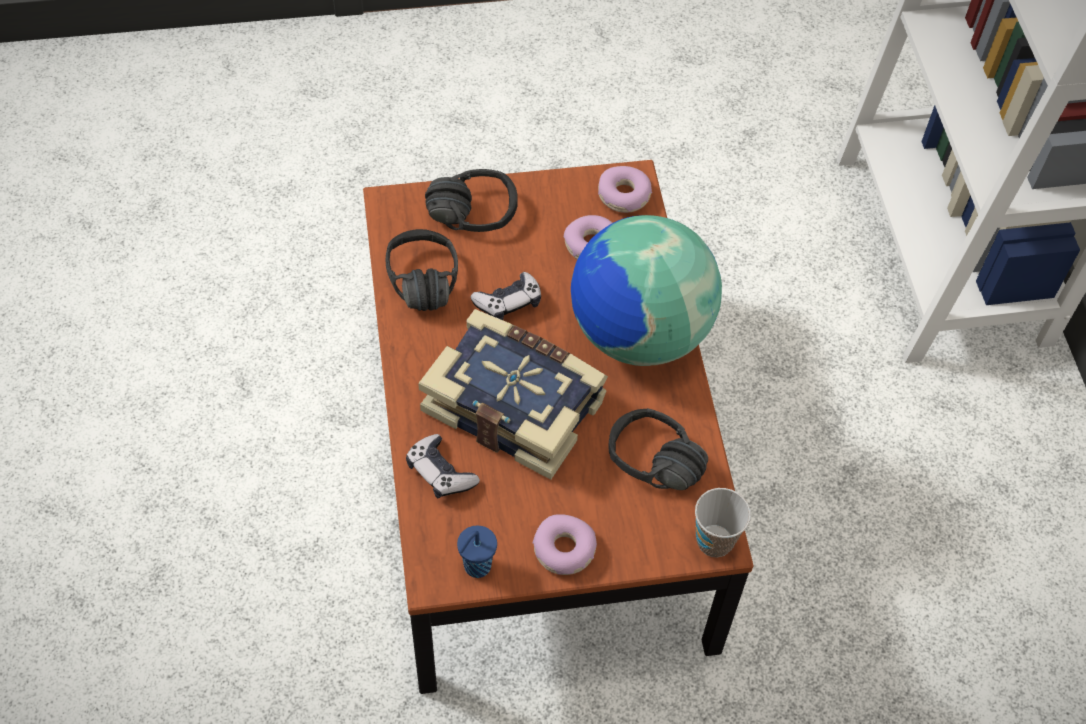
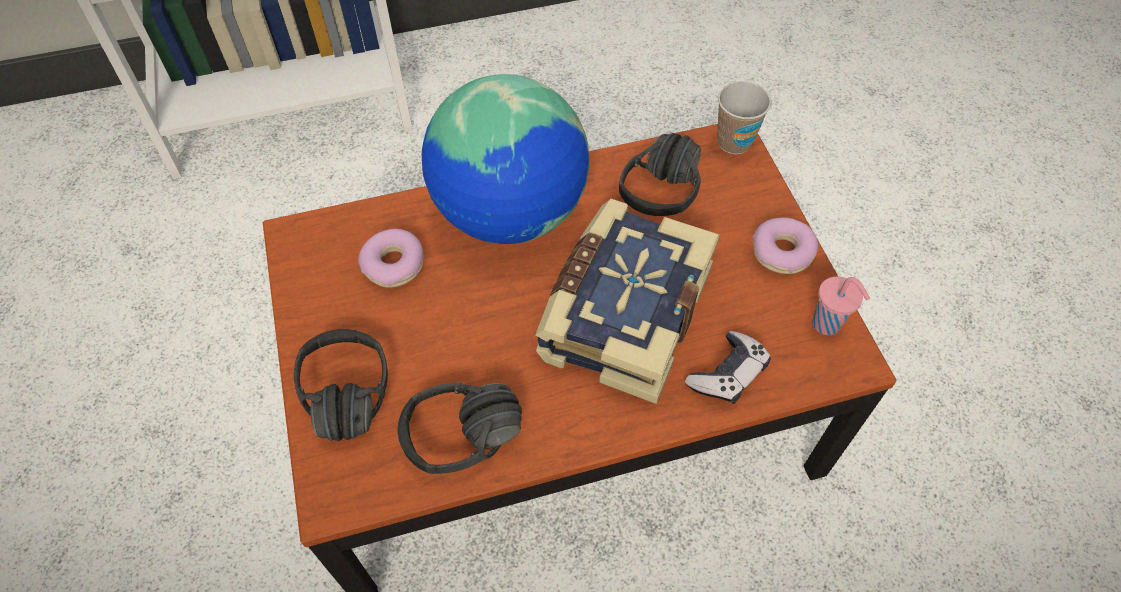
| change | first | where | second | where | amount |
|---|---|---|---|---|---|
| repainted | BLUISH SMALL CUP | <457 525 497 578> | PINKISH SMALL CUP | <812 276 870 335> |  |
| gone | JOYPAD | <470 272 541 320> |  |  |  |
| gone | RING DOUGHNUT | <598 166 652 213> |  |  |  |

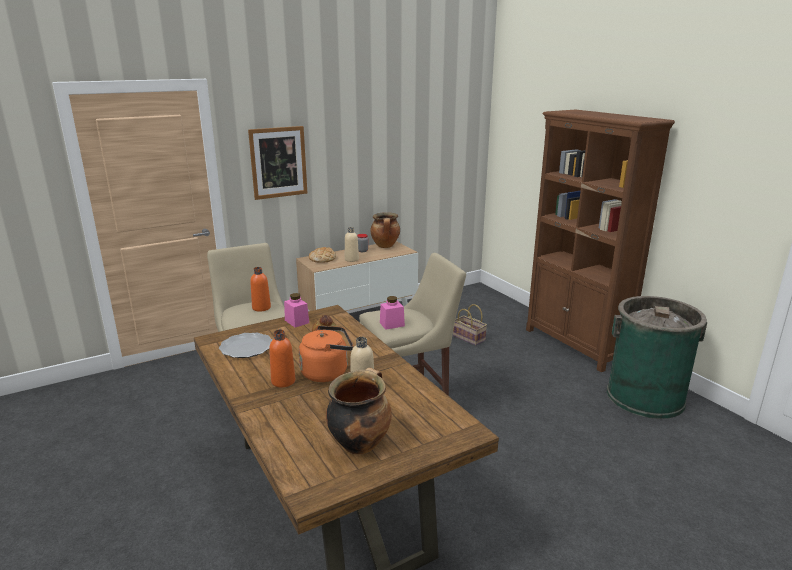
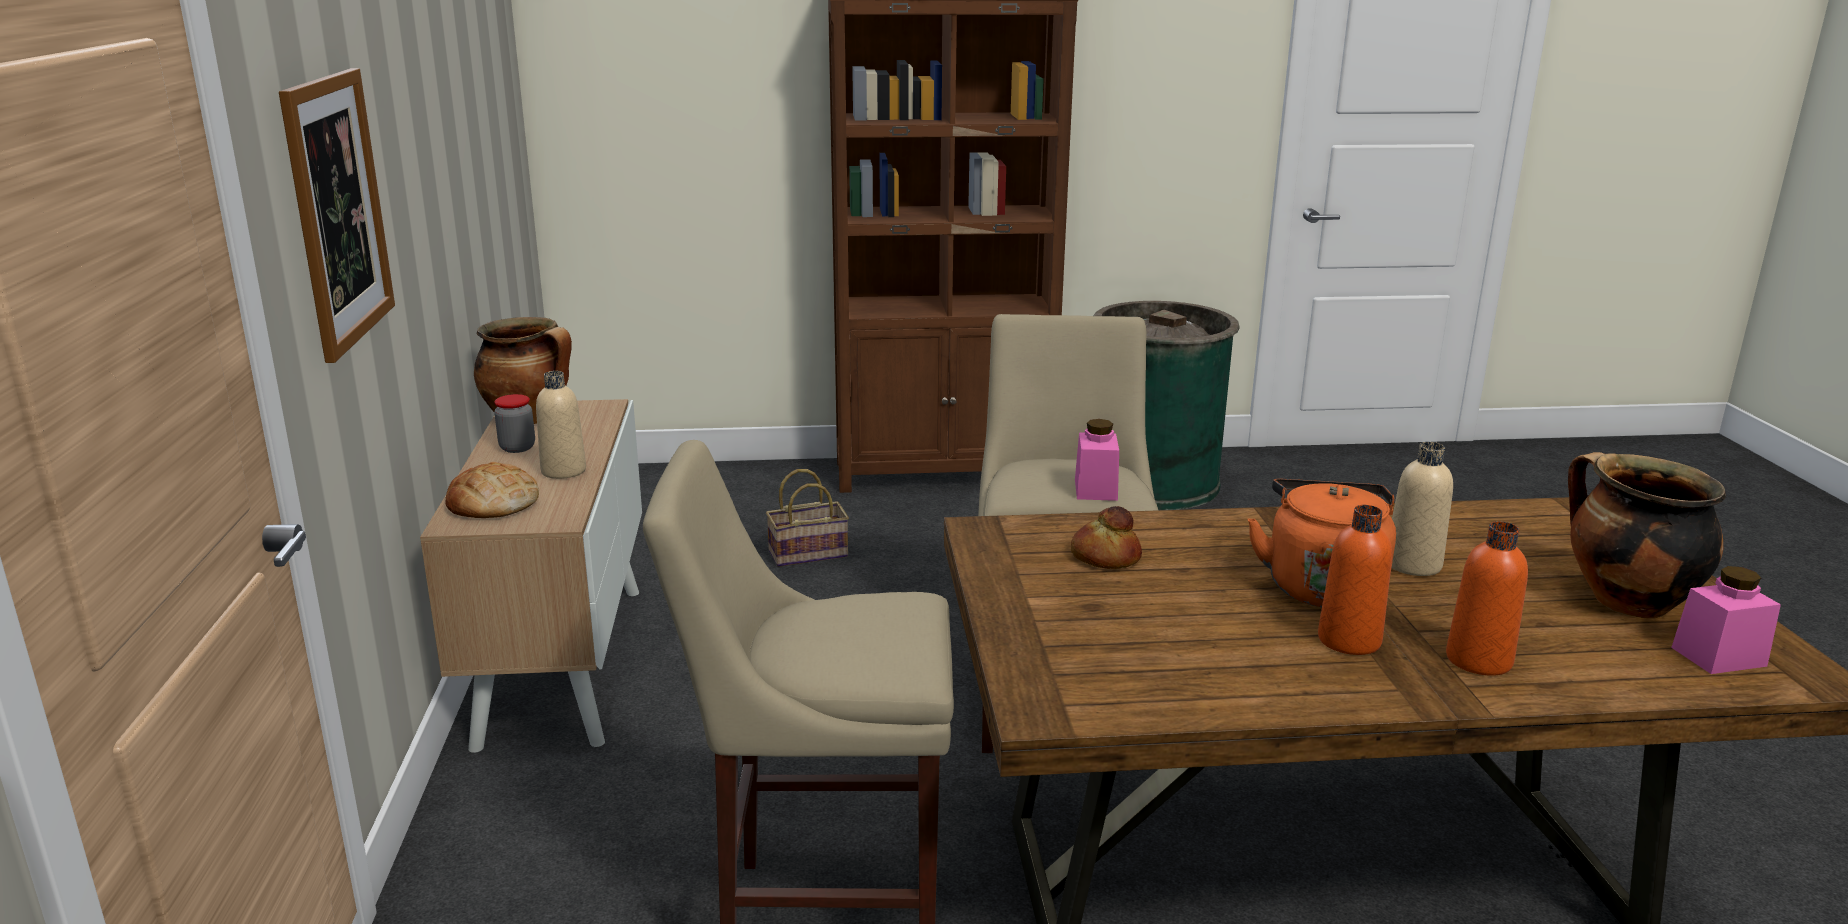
| change | first | where | second | where | amount |
|---|---|---|---|---|---|
| shifted | ORANGEY BEVERAGE BOTTLE | <250 267 271 312> |  | <1446 521 1528 676> |  |
| shifted | PINKISH STORAGE JAR | <284 293 309 327> |  | <1671 566 1781 674> |  |
| gone | PLATE | <219 333 272 358> |  |  |  |

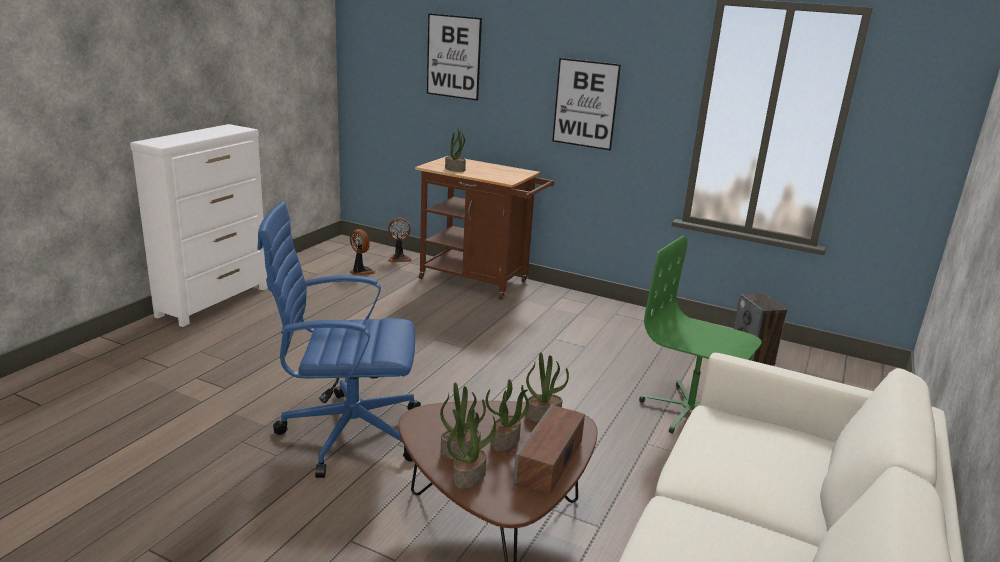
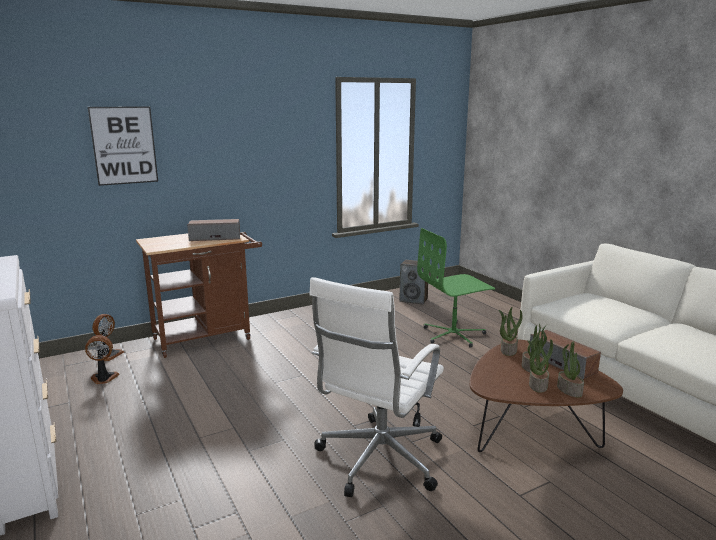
| change | first | where | second | where | amount |
|---|---|---|---|---|---|
| new |  |  | LOUDSPEAKER | <187 219 240 241> |  |
| repainted | BLUISH OFFICE CHAIR | <257 201 421 478> | WHITISH OFFICE CHAIR | <309 277 444 497> |  |
| gone | HOUSEPLANT | <445 129 466 172> |  |  |  |
| gone | WALL ART | <552 58 621 150> |  |  |  |

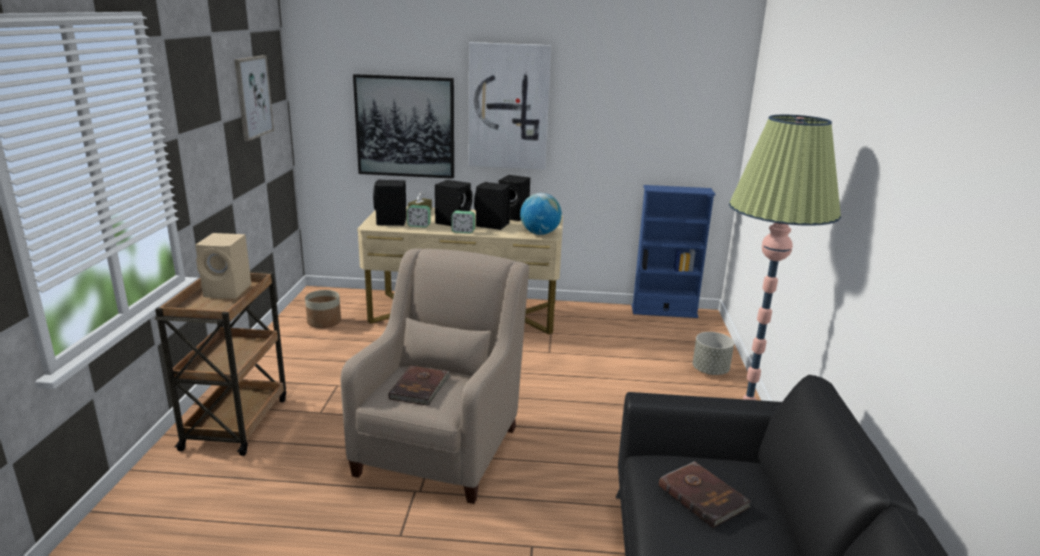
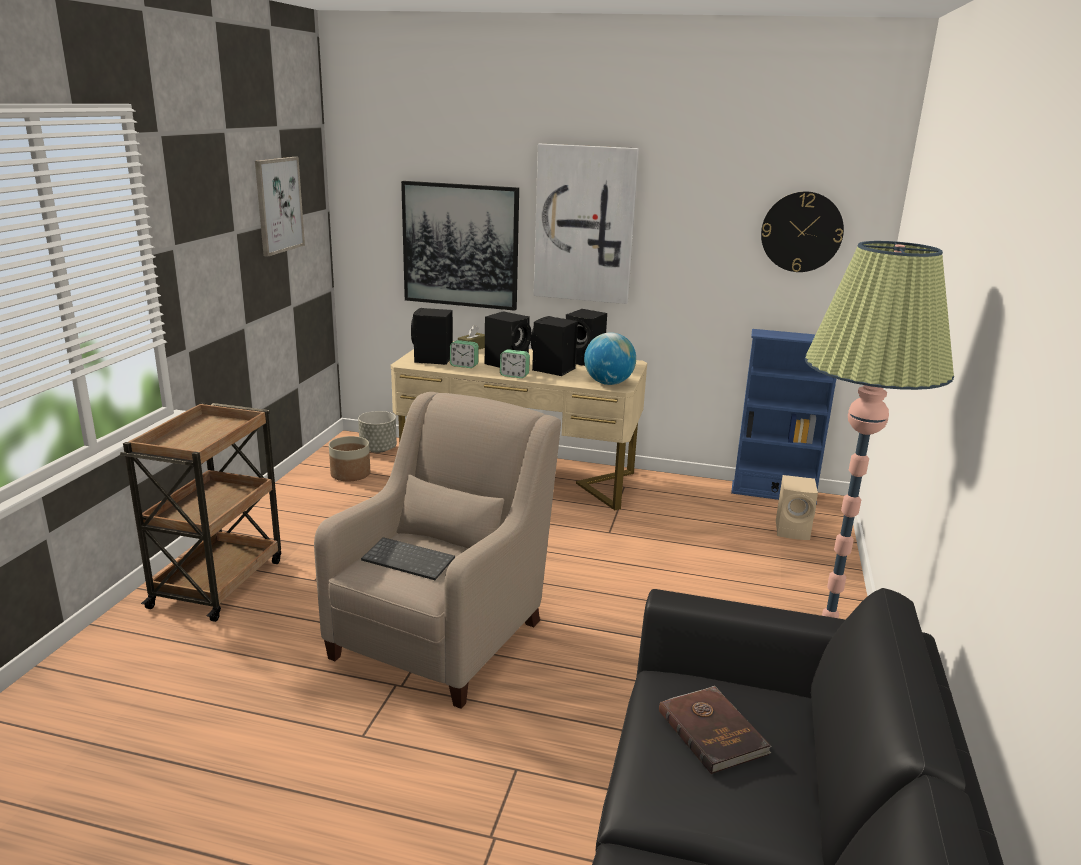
| change | first | where | second | where | amount |
|---|---|---|---|---|---|
| shifted | GREYISH PLANT POT | <693 332 734 375> |  | <358 411 397 453> |  |
| swapped | BROWNISH VOLUME | <388 366 451 406> | COMPUTER KEYBOARD | <361 537 455 580> |  |
| new |  |  | WALL CLOCK | <761 192 844 272> |  |
| shifted | BEIGE-COLOURED LOUDSPEAKER | <195 233 251 299> |  | <776 475 818 540> |  |

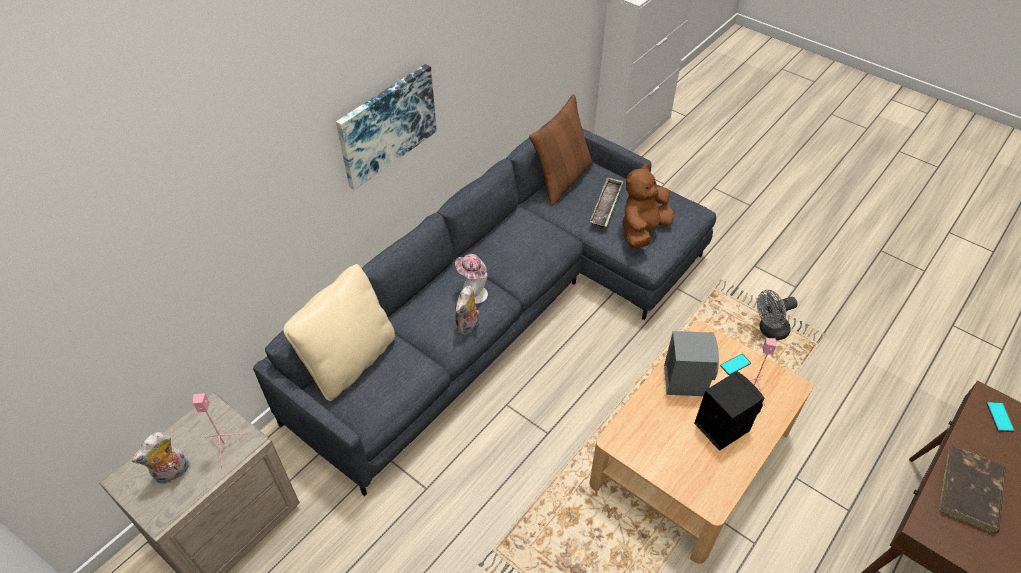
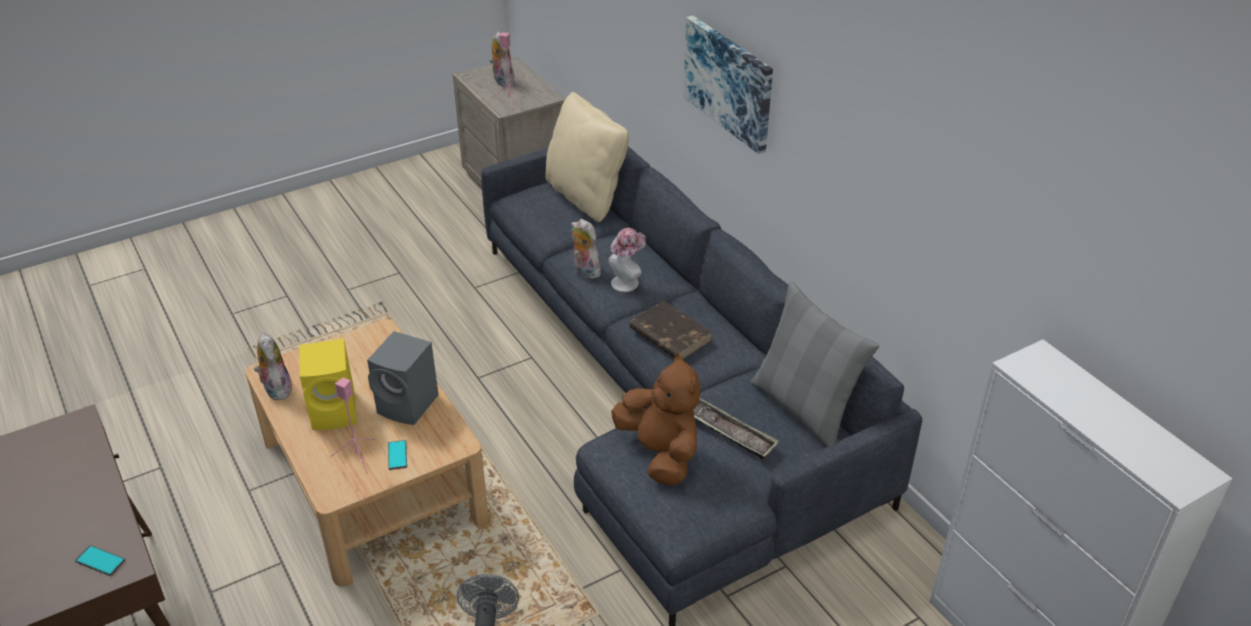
| change | first | where | second | where | amount |
|---|---|---|---|---|---|
| new |  |  | SOFT TOY | <254 333 293 400> |  |
| repainted | BLACKISH LOUDSPEAKER | <694 371 764 451> | YELLOW LOUDSPEAKER | <299 339 357 430> |  |
| shifted | BROWNISH VOLUME | <938 446 1006 533> |  | <629 301 713 359> |  |
| repainted | BROWNISH PILLOW | <529 94 593 206> | GREYISH PILLOW | <751 281 879 447> |  |

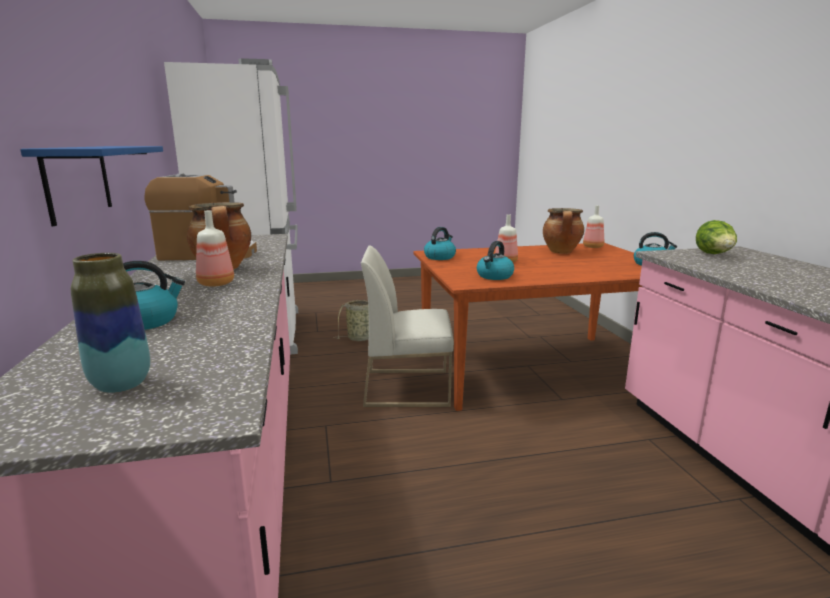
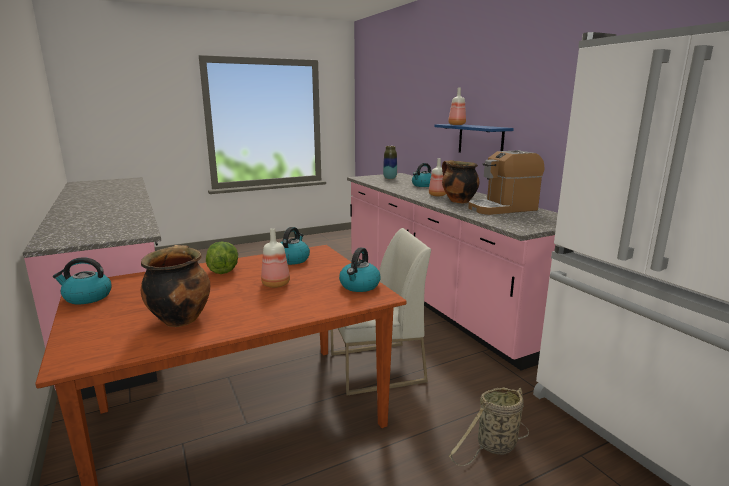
| change | first | where | second | where | amount |
|---|---|---|---|---|---|
| shifted | LETTUCE HEAD | <696 220 737 254> |  | <206 241 238 274> |  |
| shifted | BEVERAGE BOTTLE | <583 205 604 248> |  | <448 87 466 125> |  |

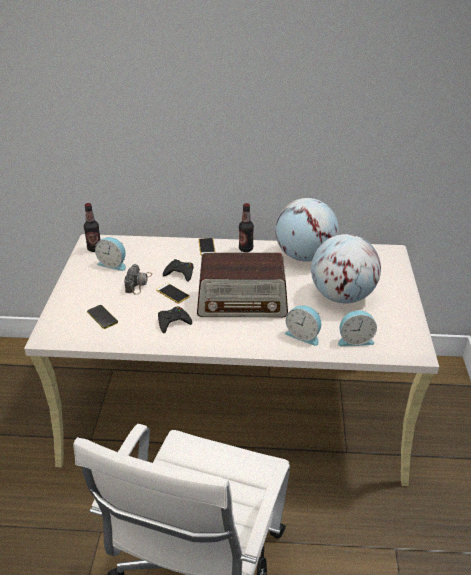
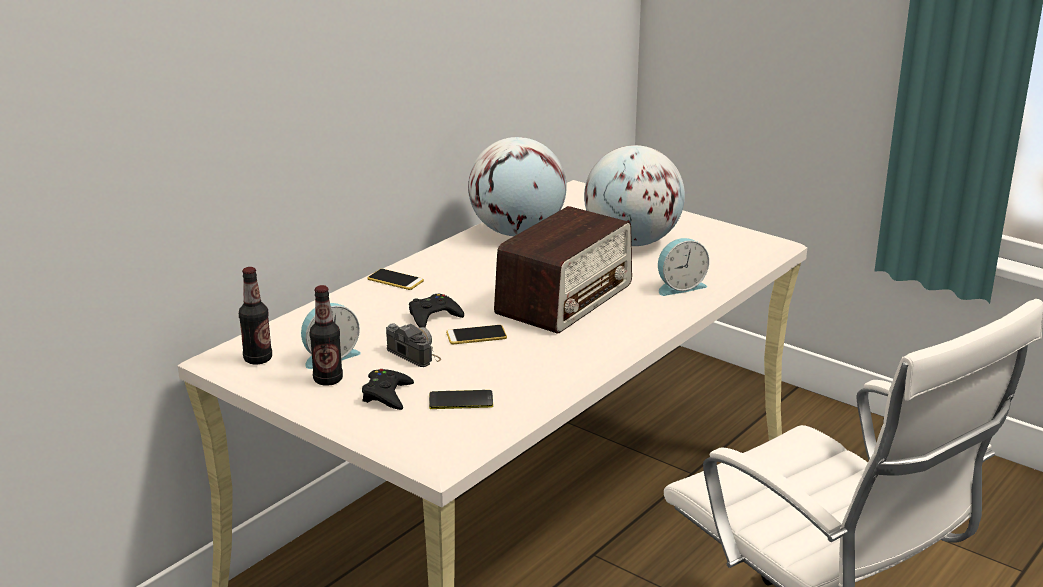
| change | first | where | second | where | amount |
|---|---|---|---|---|---|
| shifted | BEVERAGE BOTTLE | <239 203 254 252> |  | <309 285 343 386> |  |
| shifted | BLACKISH JOYPAD | <158 307 192 333> |  | <362 369 414 410> |  |
| gone | TABLE CLOCK | <338 310 377 346> |  |  |  |

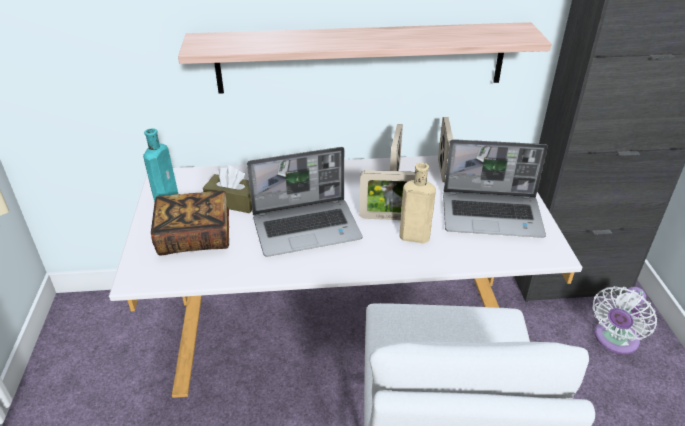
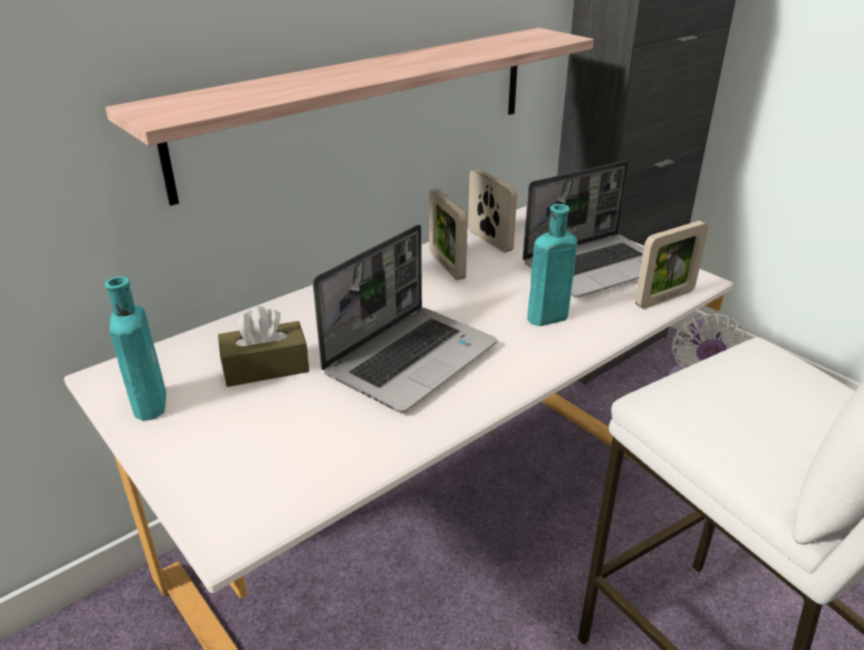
| change | first | where | second | where | amount |
|---|---|---|---|---|---|
| repainted | BEIGE-COLOURED BEVERAGE BOTTLE | <399 163 436 243> | BLUE-GREEN BEVERAGE BOTTLE | <527 204 577 326> |  |
| shifted | STANDING FRAME | <360 170 415 220> |  | <635 221 708 309> |  |
| gone | VOLUME | <151 191 229 255> |  |  |  |

